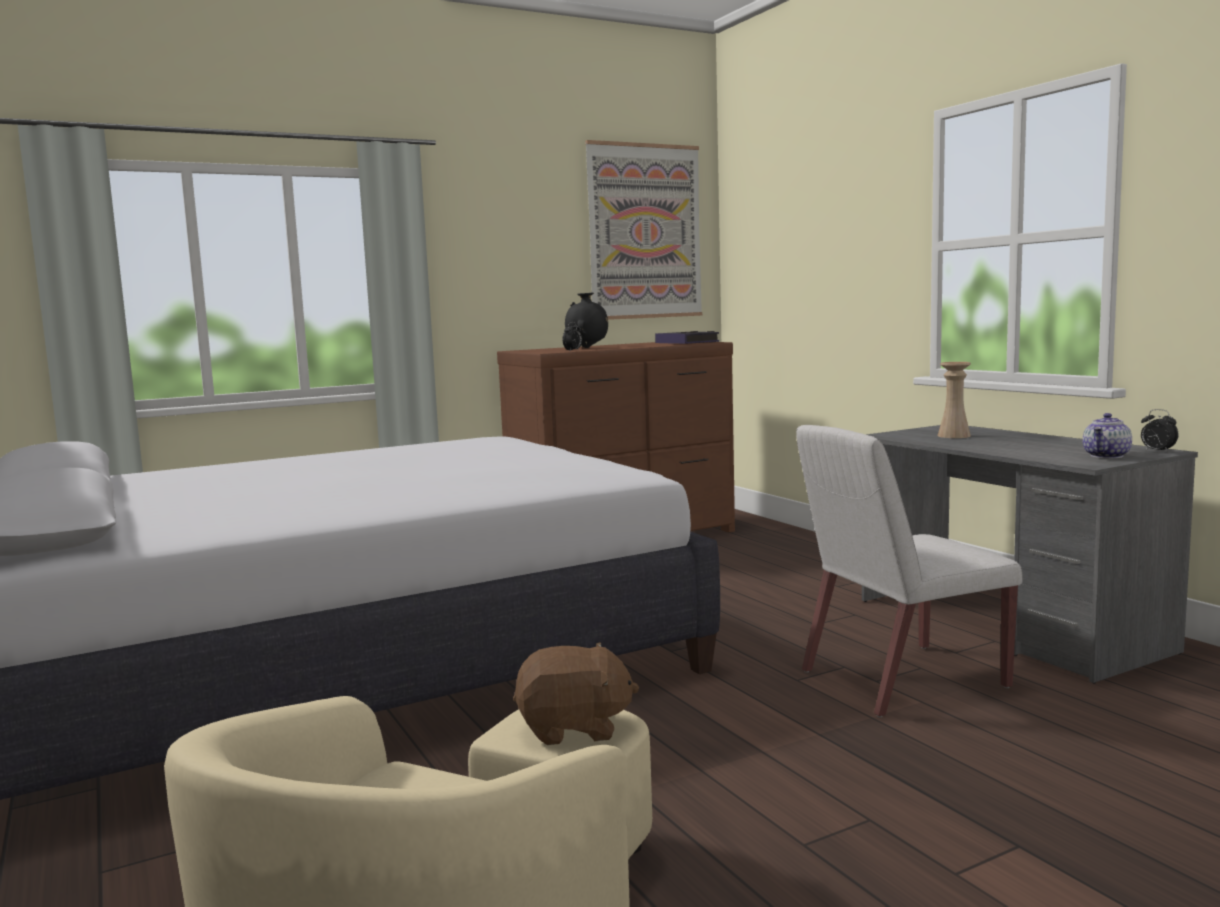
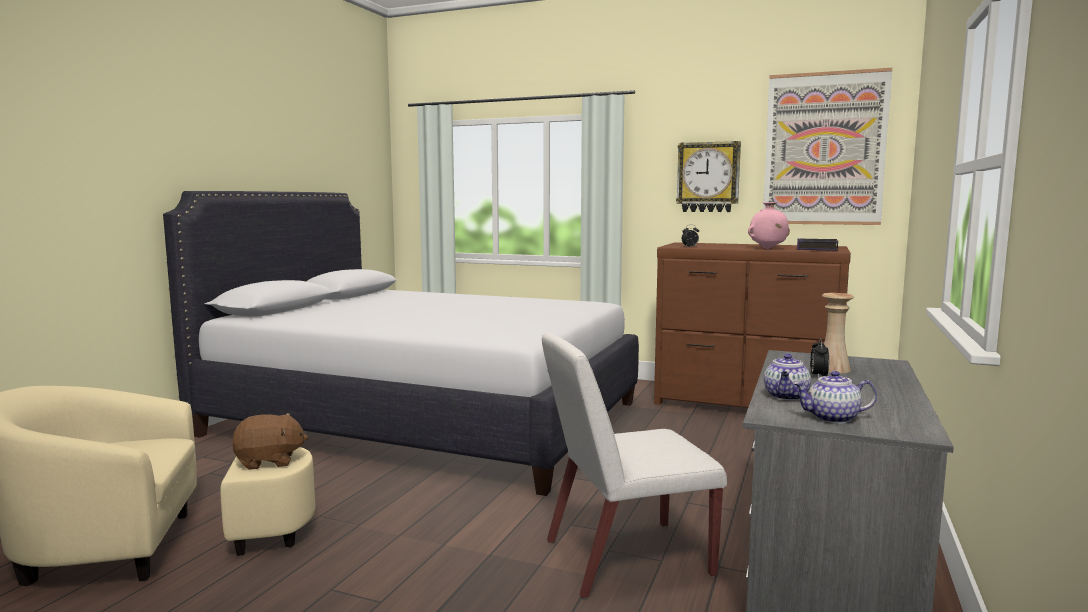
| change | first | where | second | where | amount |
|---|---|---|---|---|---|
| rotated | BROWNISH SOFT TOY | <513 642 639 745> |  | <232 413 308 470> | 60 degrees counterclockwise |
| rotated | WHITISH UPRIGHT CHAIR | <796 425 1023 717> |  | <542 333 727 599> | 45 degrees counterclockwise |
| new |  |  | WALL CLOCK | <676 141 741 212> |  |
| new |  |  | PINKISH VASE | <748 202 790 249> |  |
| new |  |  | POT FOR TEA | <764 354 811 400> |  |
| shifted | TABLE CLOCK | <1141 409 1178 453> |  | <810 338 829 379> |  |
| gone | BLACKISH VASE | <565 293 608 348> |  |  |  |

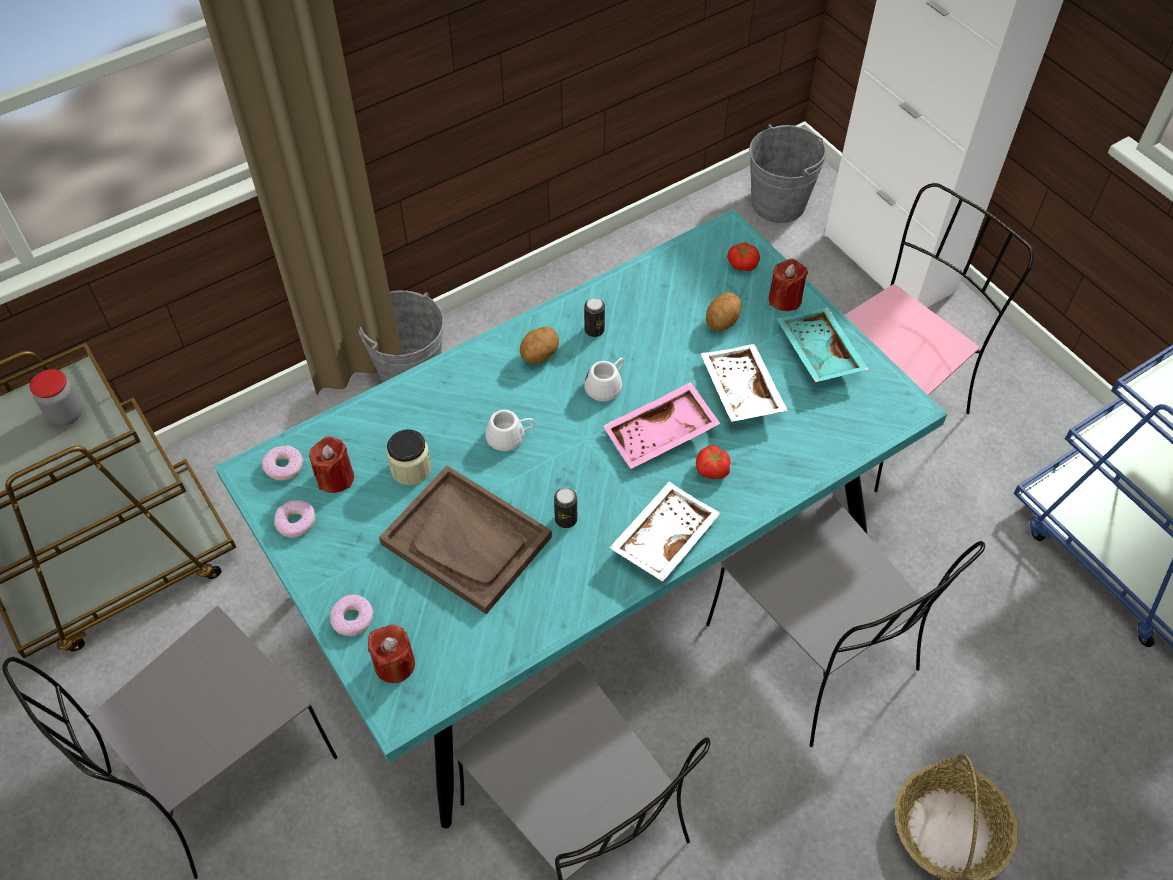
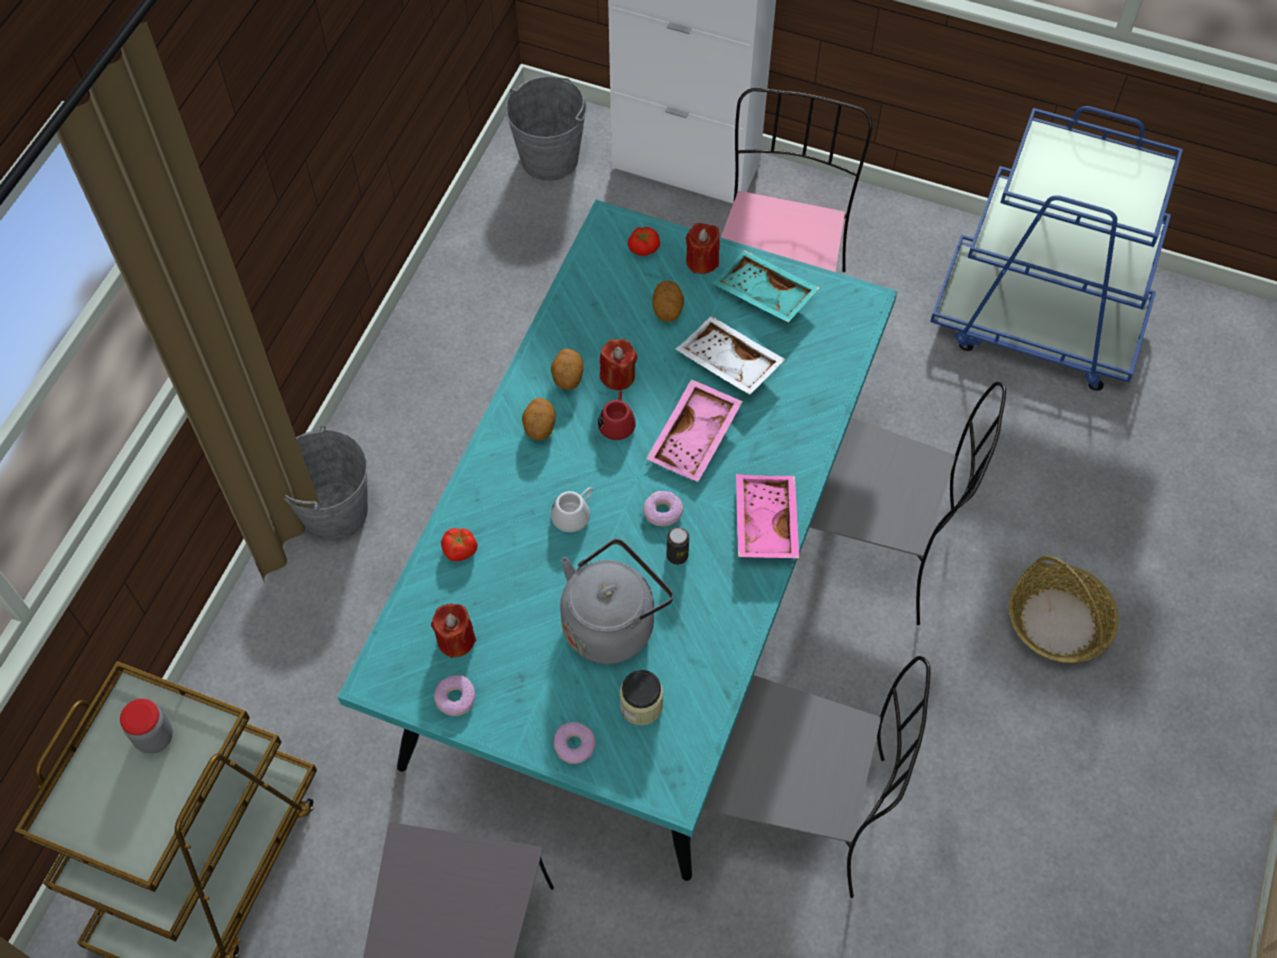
| change | first | where | second | where | amount |
|---|---|---|---|---|---|
| shifted | WHOLE TOMATO | <696 445 731 479> |  | <441 528 478 561> |  |
| swapped | CAN | <584 298 605 337> | SPUD | <551 349 584 390> |  |
| swapped | BROWNISH TRAY | <379 465 552 614> | GREYISH WATER KETTLE | <560 538 673 664> |  |
| repainted | WHITISH COFFEE MUG | <584 358 624 402> | RED COFFEE MUG | <598 390 636 440> |  |
| shifted | RED WAX CANDLE | <368 625 415 683> |  | <600 339 638 390> |  |
| shifted | STORAGE JAR | <386 429 431 485> |  | <619 670 663 725> |  |
| shifted | RING DOUGHNUT | <262 446 303 481> |  | <643 491 683 526> |  |
| repainted | WHITISH TRAY | <609 482 721 582> | PINKISH TRAY | <736 474 800 558> |  |

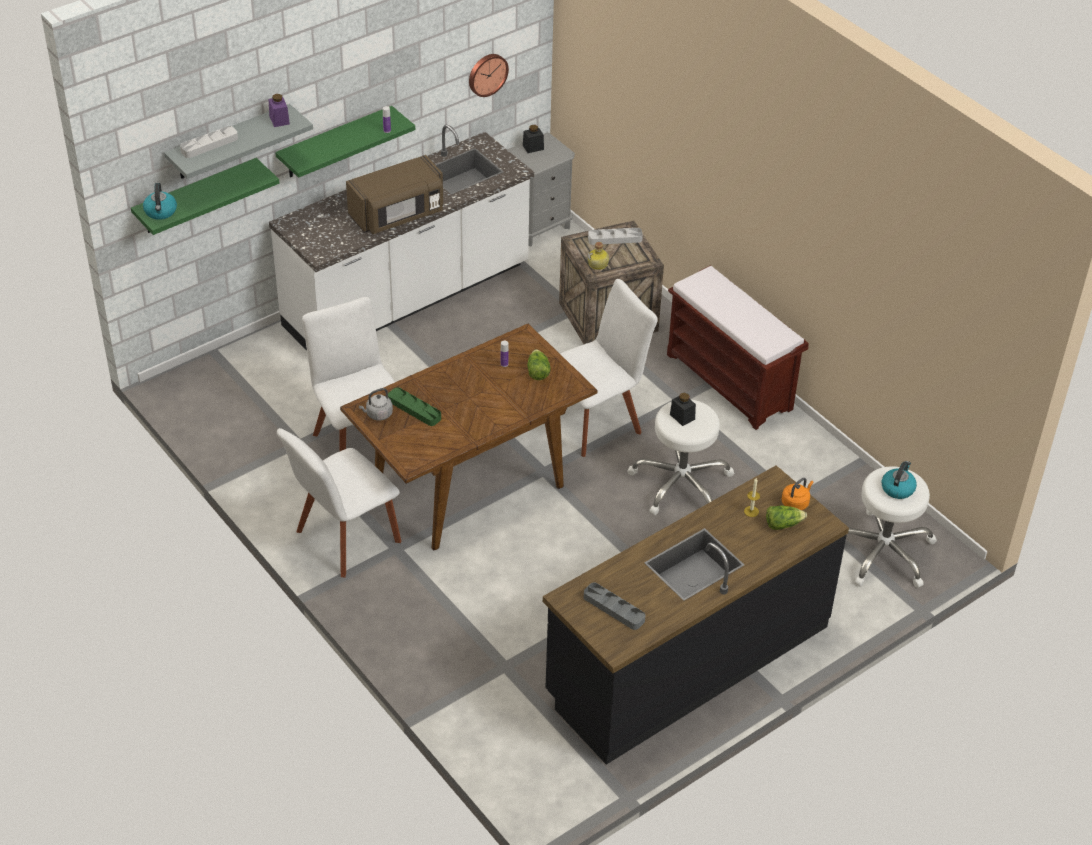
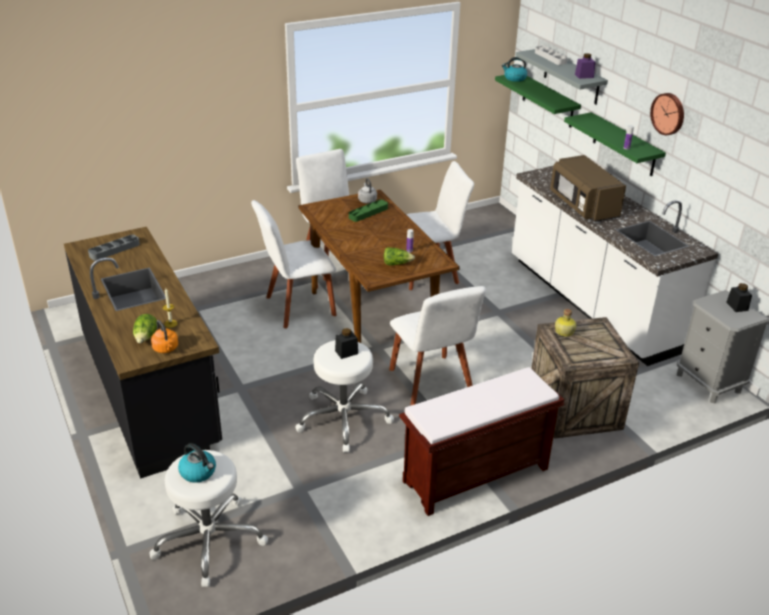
| change | first | where | second | where | amount |
|---|---|---|---|---|---|
| new |  |  | WHITISH UPRIGHT CHAIR | <251 200 337 329> |  |
| shifted | WALL CLOCK | <469 54 509 97> |  | <650 93 684 135> |  |
| gone | GREYISH TRAY | <588 228 643 245> |  |  |  |

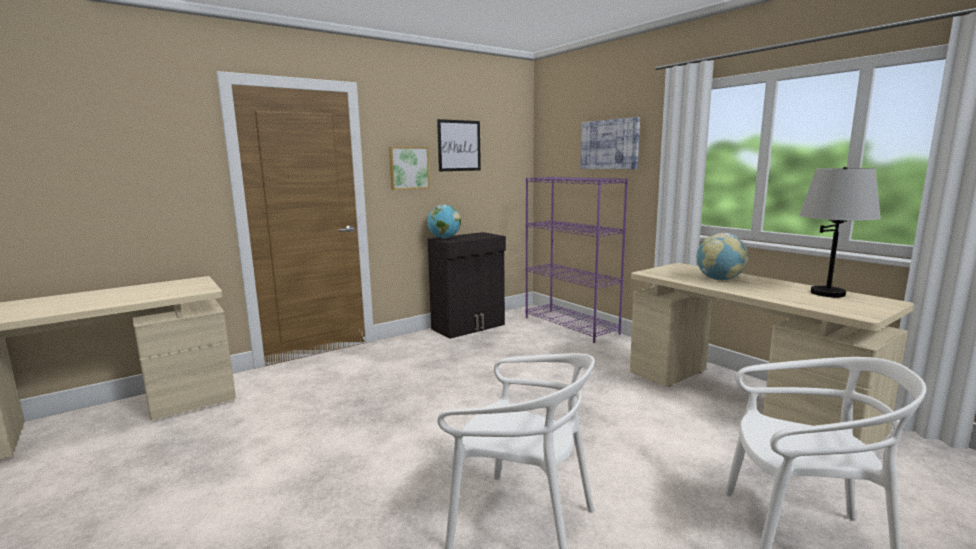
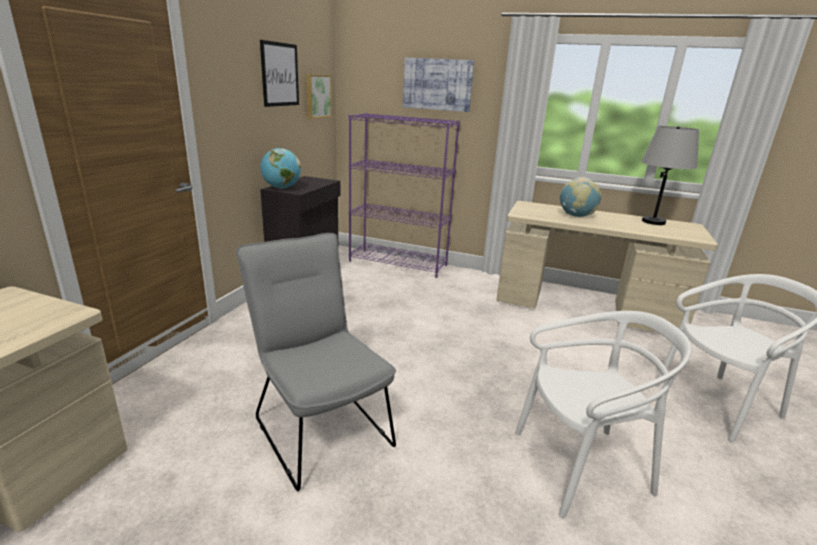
| change | first | where | second | where | amount |
|---|---|---|---|---|---|
| new |  |  | GREYISH UPRIGHT CHAIR | <236 233 396 491> |  |
| shifted | WALL ART | <389 147 430 190> |  | <306 74 332 119> |  |

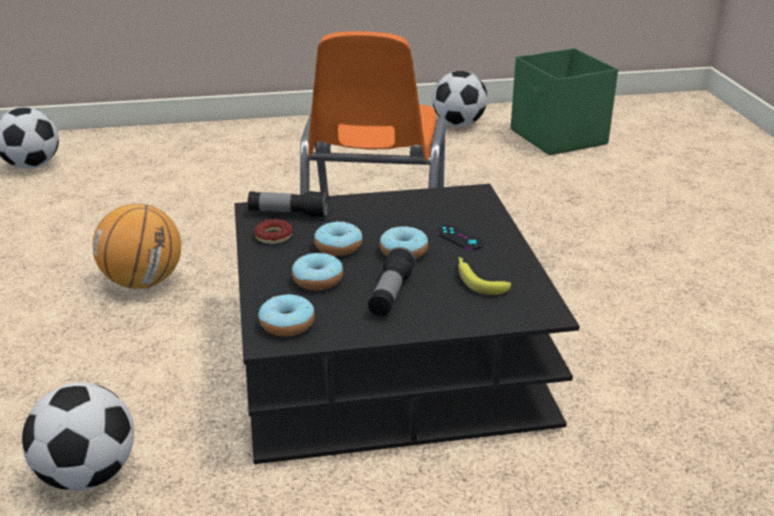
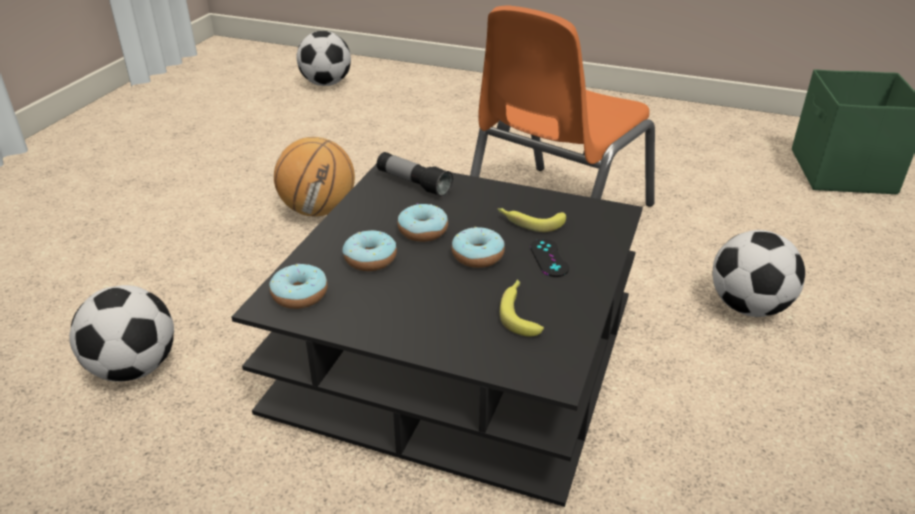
| change | first | where | second | where | amount |
|---|---|---|---|---|---|
| new |  |  | BANANA FRUIT | <498 208 566 232> |  |
| shifted | FOOTBALL BALL | <432 71 487 126> |  | <713 230 805 317> |  |
| gone | RING DOUGHNUT | <254 219 293 244> |  |  |  |
| gone | HAND TORCH | <368 247 416 316> |  |  |  |

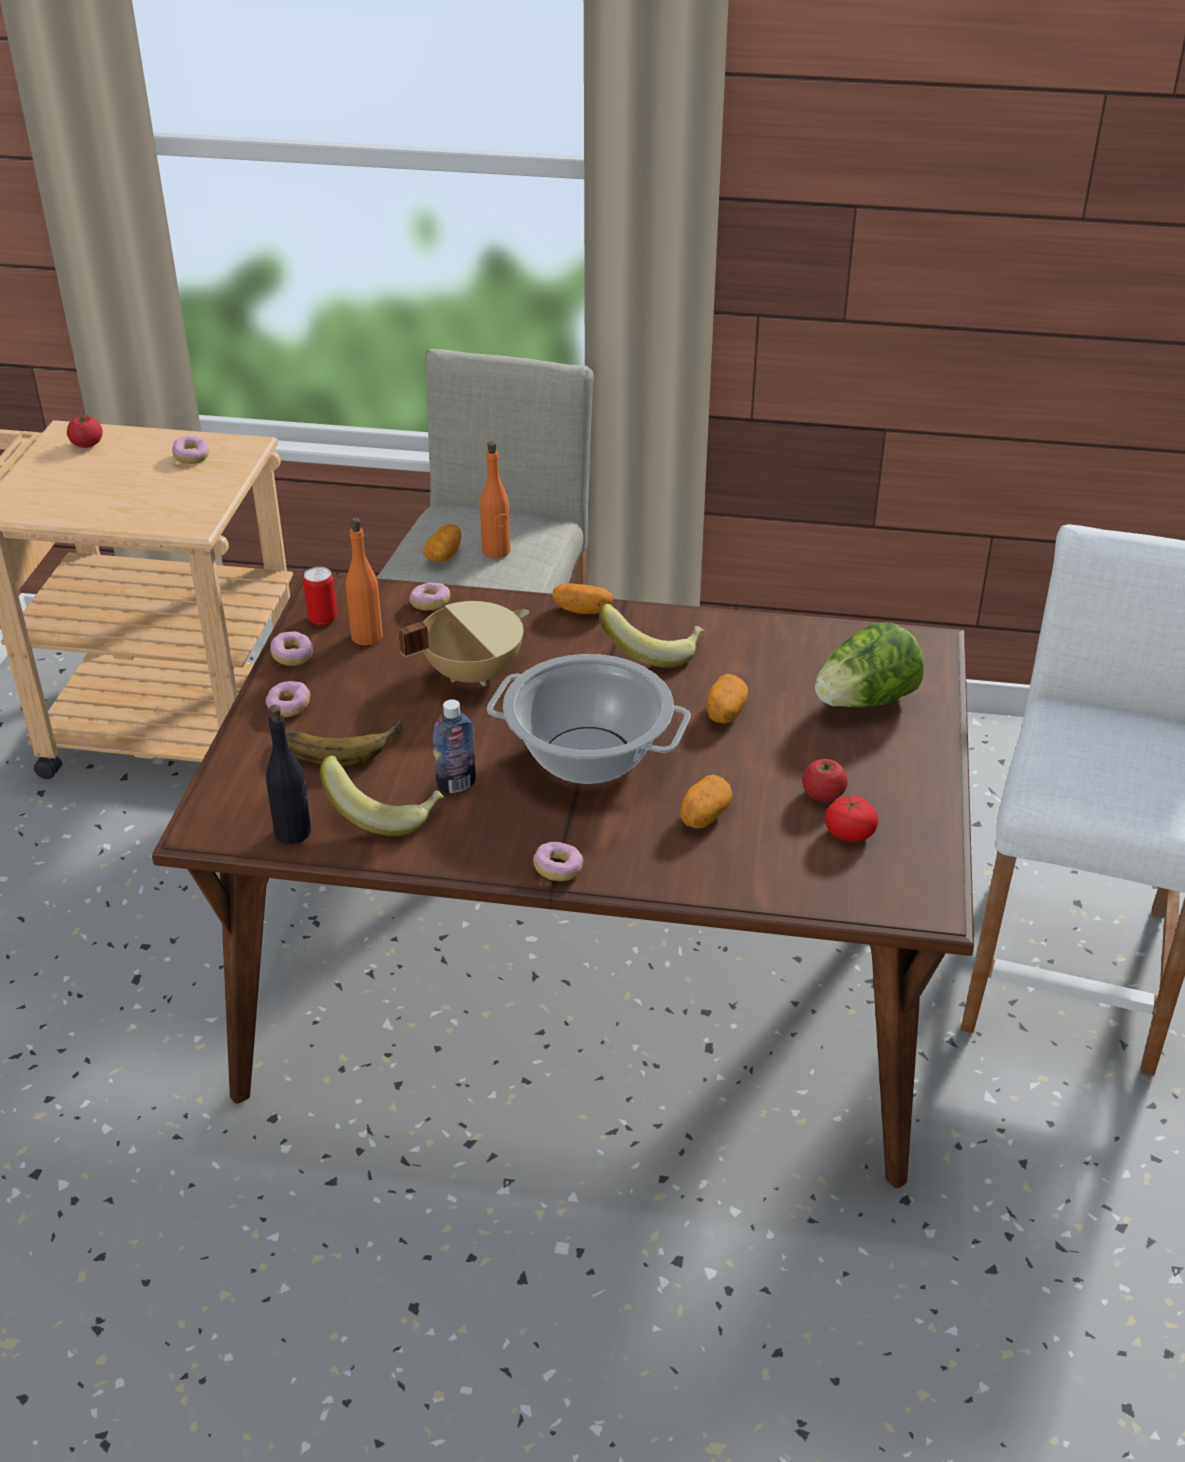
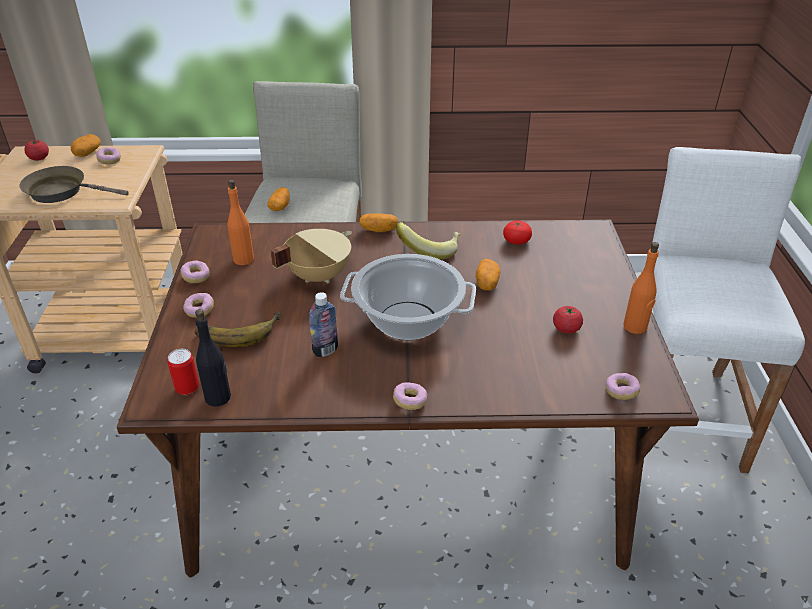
| change | first | where | second | where | amount |
|---|---|---|---|---|---|
| new |  |  | BROWNISH SKILLET | <20 166 129 203> |  |
| shifted | SPUD | <680 775 733 828> |  | <71 134 101 157> |  |
| shifted | CAN | <303 567 337 626> |  | <168 349 199 395> |  |
| shifted | WHOLE TOMATO | <825 796 878 842> |  | <503 220 532 245> |  |
| shifted | RING DOUGHNUT | <409 583 450 610> |  | <606 373 640 400> |  |
| shifted | ORANGEY BEVERAGE BOTTLE | <480 441 510 558> |  | <624 242 659 334> |  |
| gone | BANANA FRUIT | <320 755 444 836> |  |  |  |
| gone | LETTUCE HEAD | <815 623 924 707> |  |  |  |

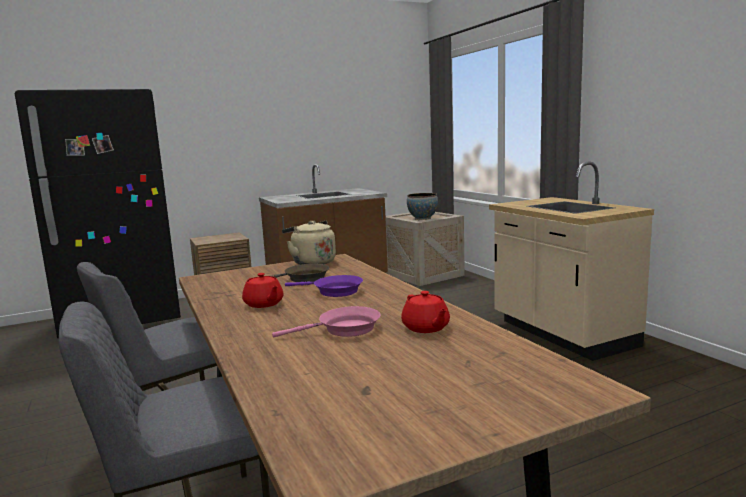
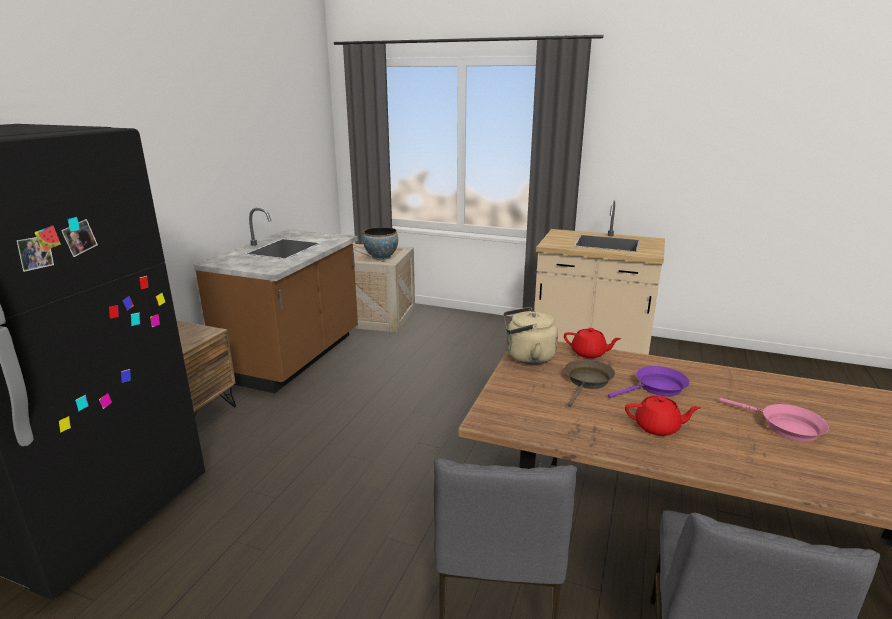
| change | first | where | second | where | amount |
|---|---|---|---|---|---|
| shifted | RED POT FOR TEA | <401 291 450 333> |  | <564 328 621 358> |  |
| rotated | PINKISH SKILLET | <272 306 381 337> |  | <719 398 829 442> | 105 degrees clockwise |

